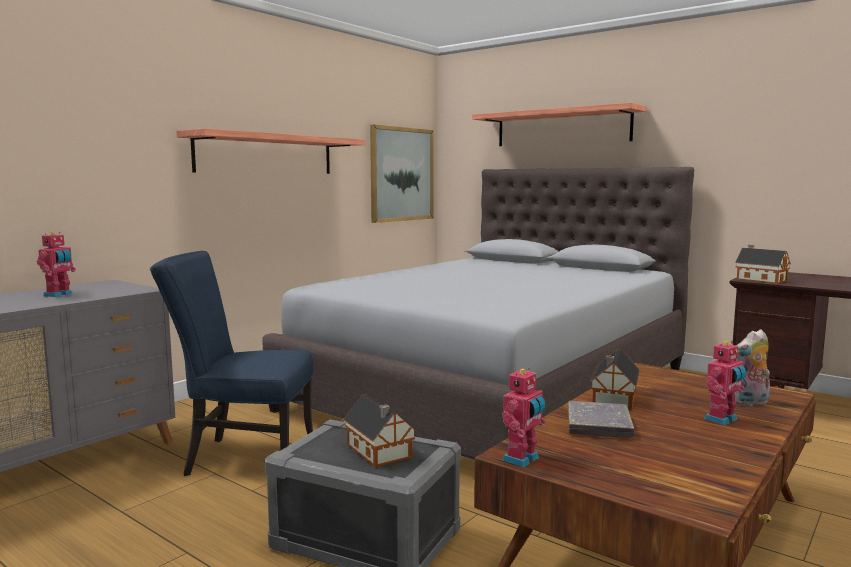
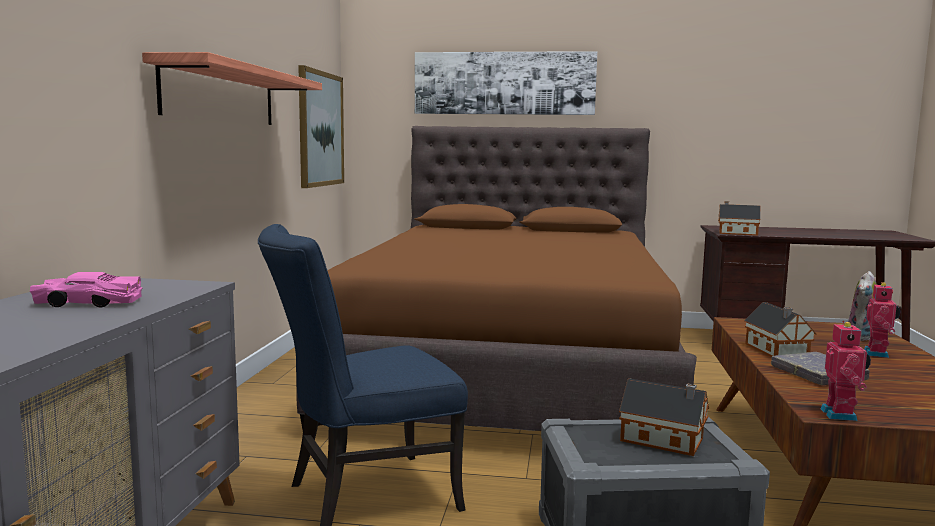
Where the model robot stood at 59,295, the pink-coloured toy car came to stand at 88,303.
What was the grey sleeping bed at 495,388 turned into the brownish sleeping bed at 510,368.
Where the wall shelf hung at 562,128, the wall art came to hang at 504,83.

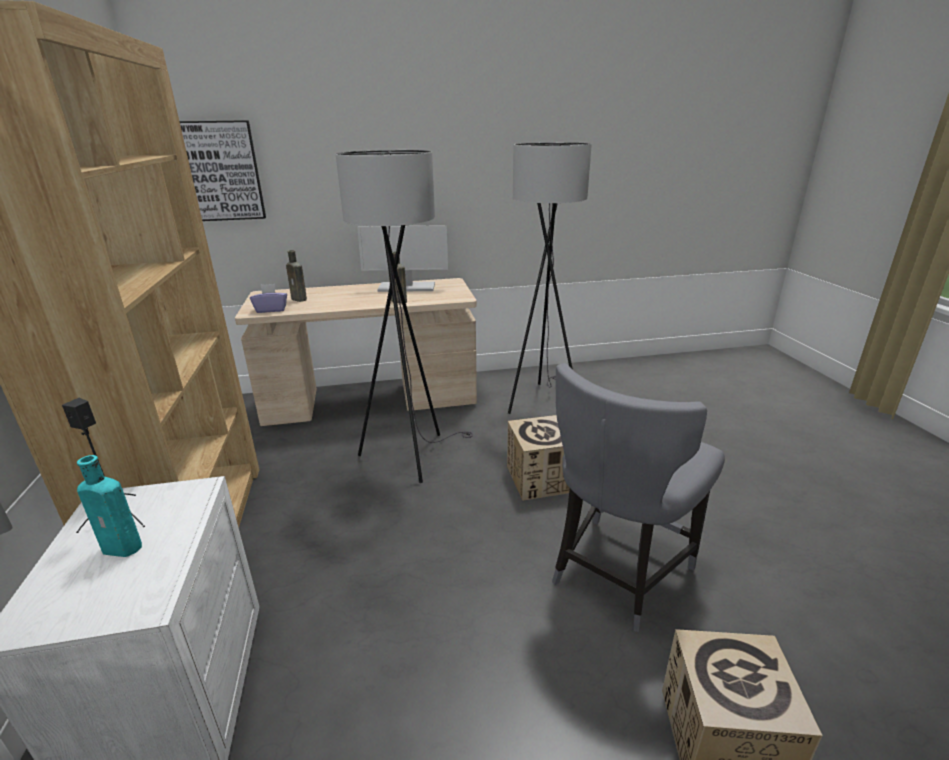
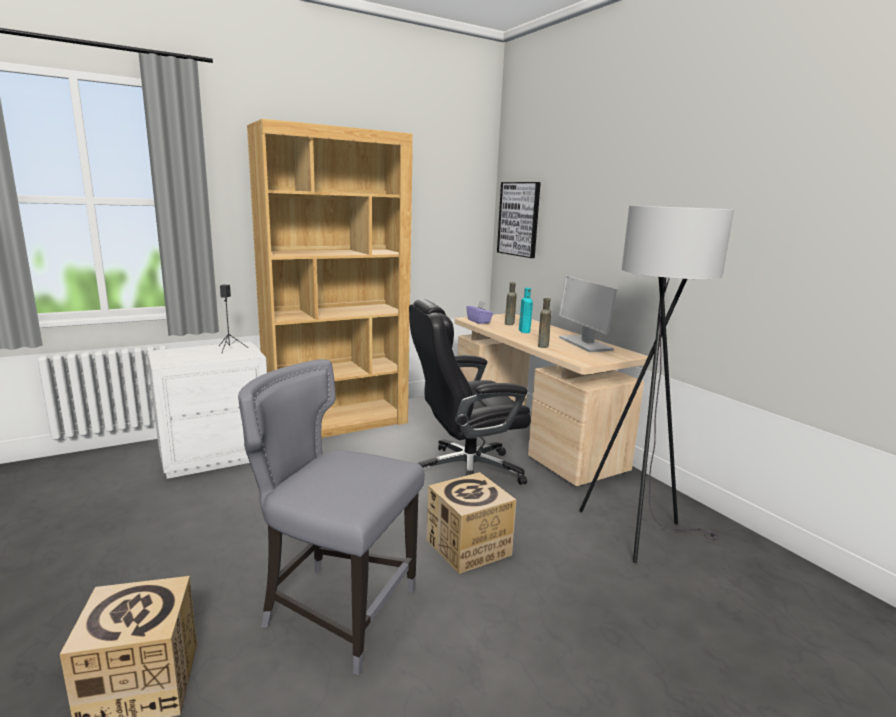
The turquoise-coloured drink bottle ended up elsewhere, having gone from 125,548 to 524,331.
Where the grey standard lamp stood at 411,453, the blackish desk chair came to stand at 465,472.

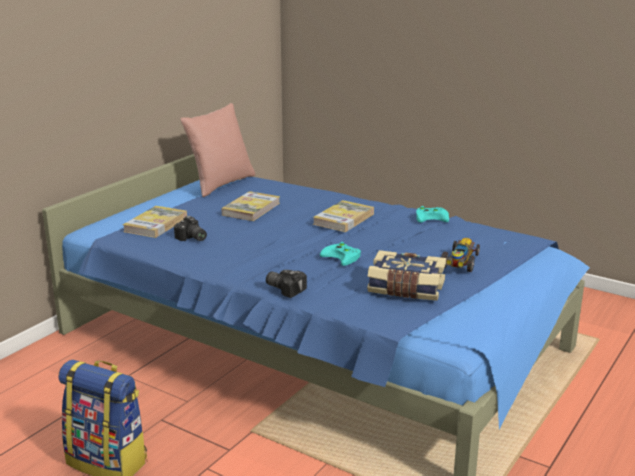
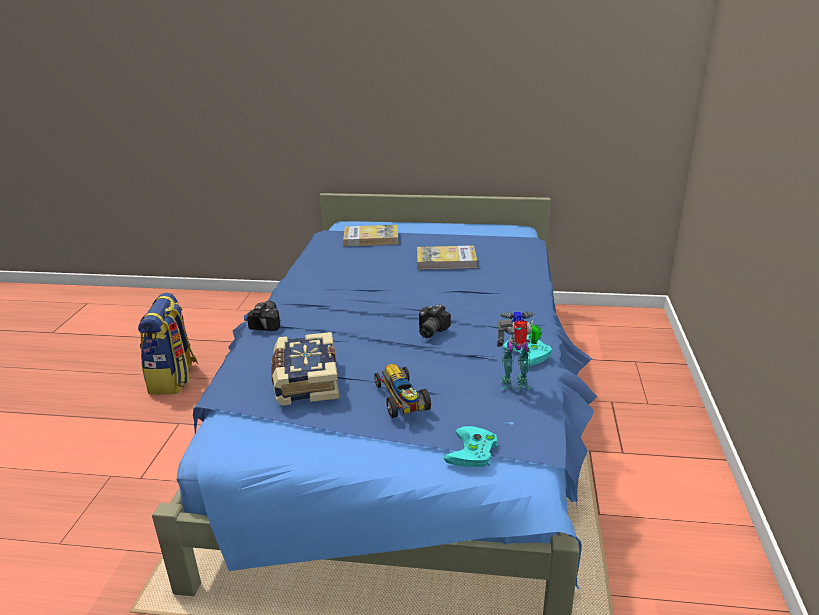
The photo camera ended up elsewhere, having gone from 191,238 to 429,331.
The second view lost the pink-coloured cushion at 221,184.
The second view lost the book at 343,219.
The turquoise-coloured joypad ended up elsewhere, having gone from 343,257 to 473,452.
The toy car at 460,263 ended up facing another way, 105 degrees counterclockwise from before.
The second view gained the model robot at 516,385.

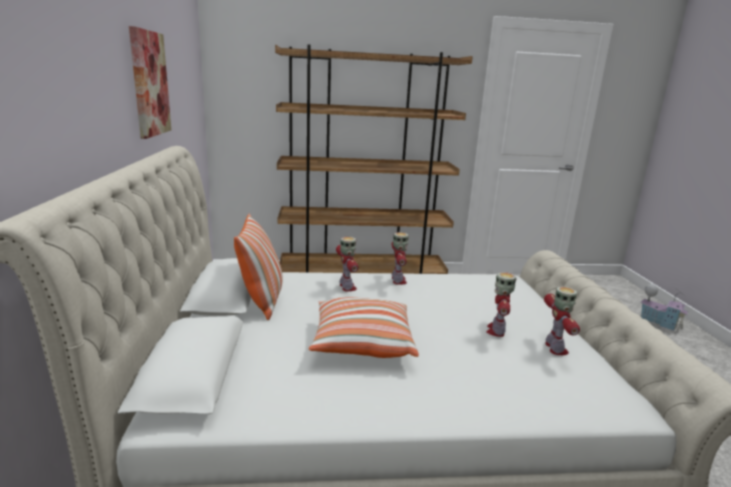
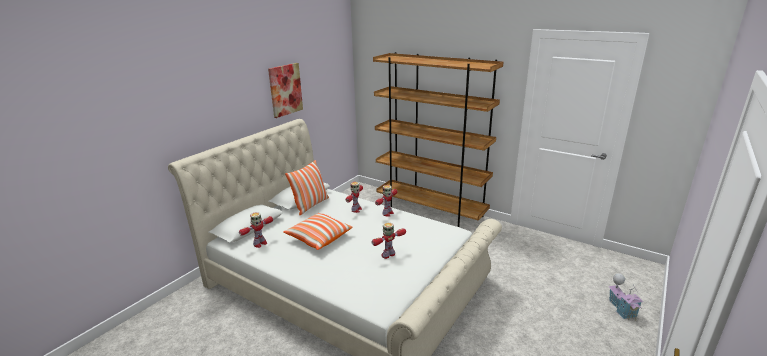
The model robot ended up elsewhere, having gone from 555,348 to 260,244.

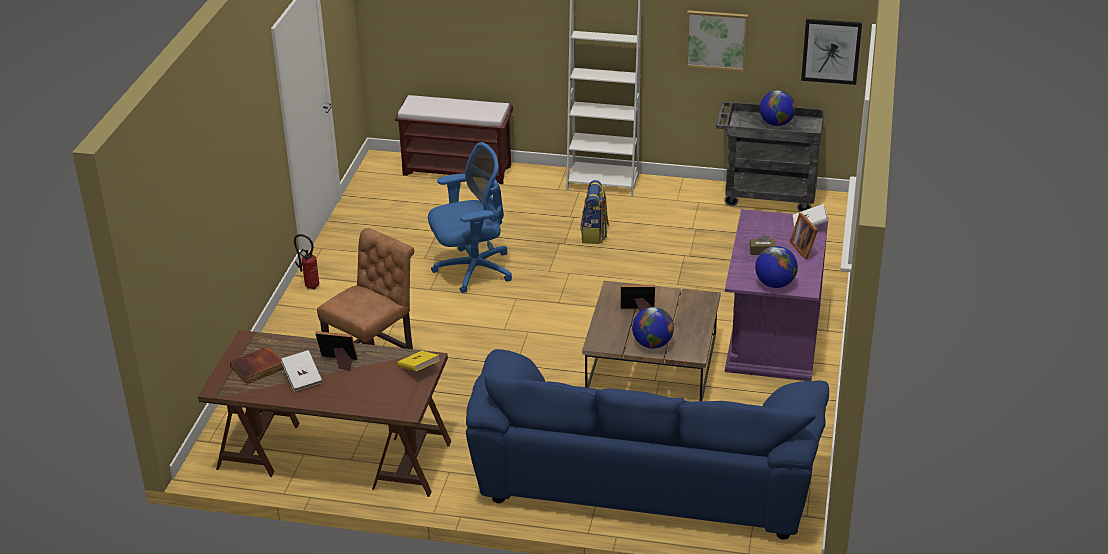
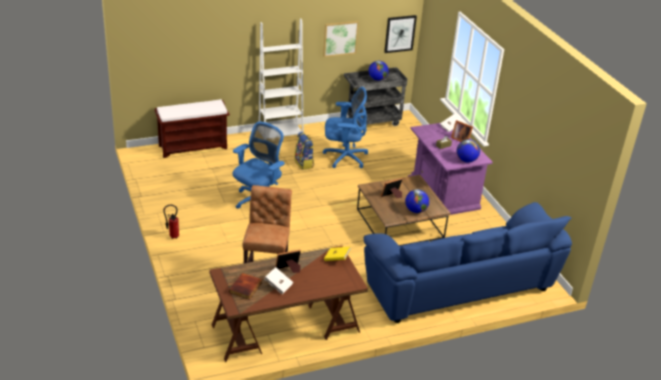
The second view gained the bluish desk chair at 343,158.

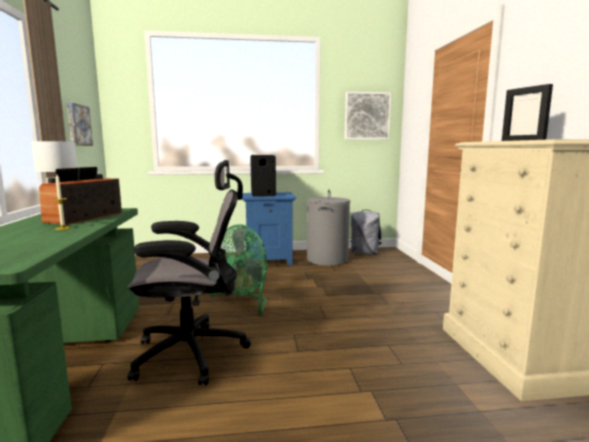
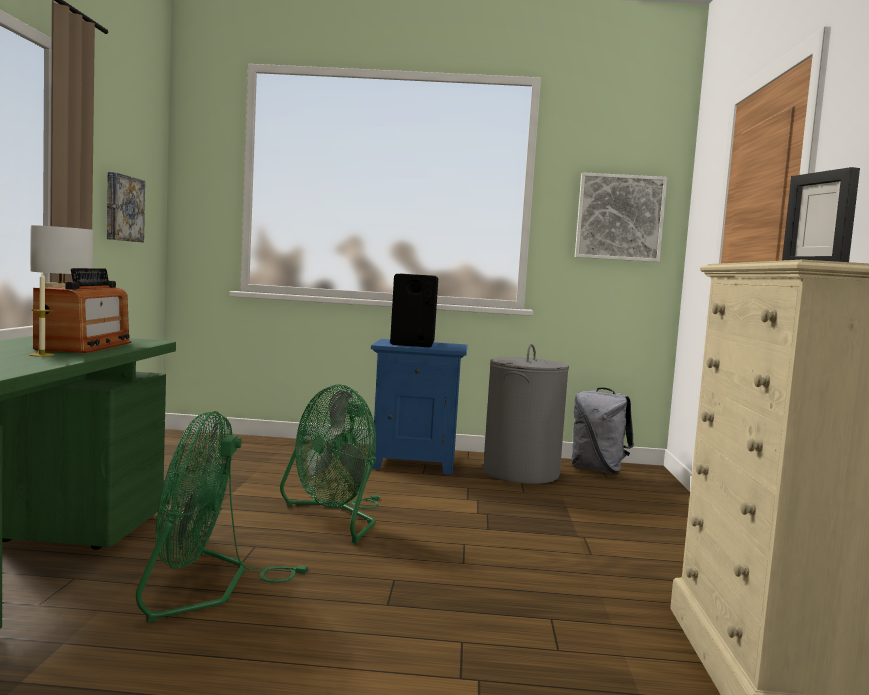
The radio at 84,217 ended up facing another way, 150 degrees clockwise from before.
Where the desk chair stood at 191,353, the green-coloured cooling fan came to stand at 213,582.

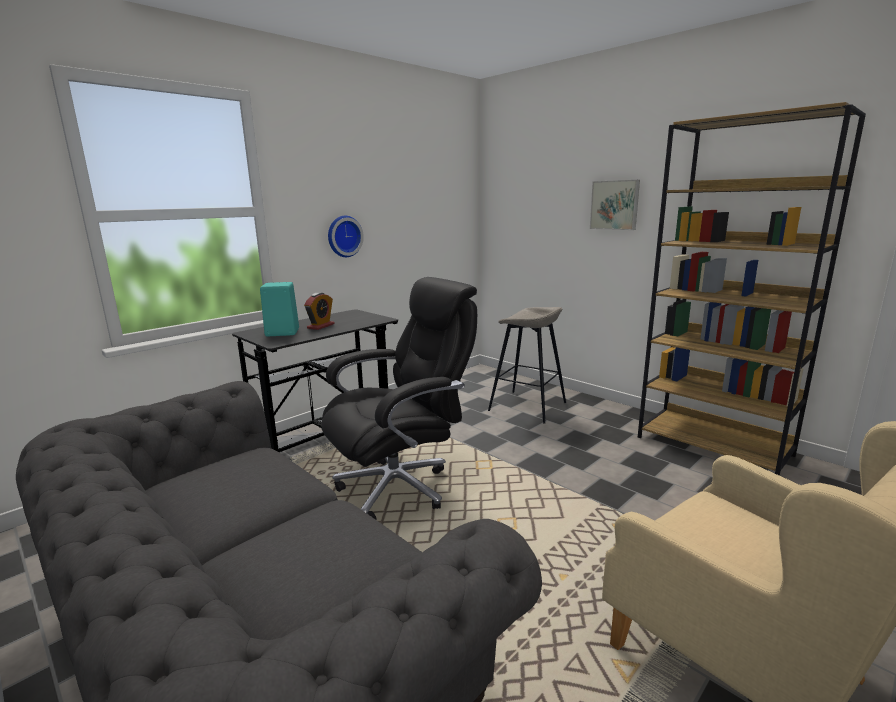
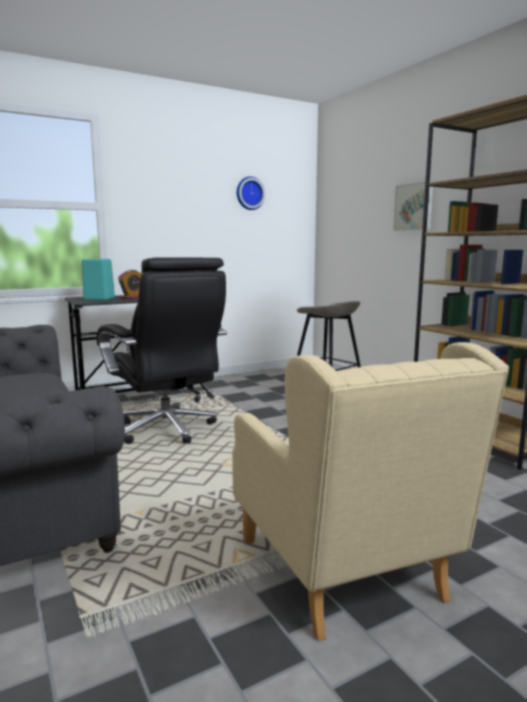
The blackish desk chair at 401,486 ended up facing another way, 75 degrees clockwise from before.
The hanging clock ended up elsewhere, having gone from 343,236 to 249,193.

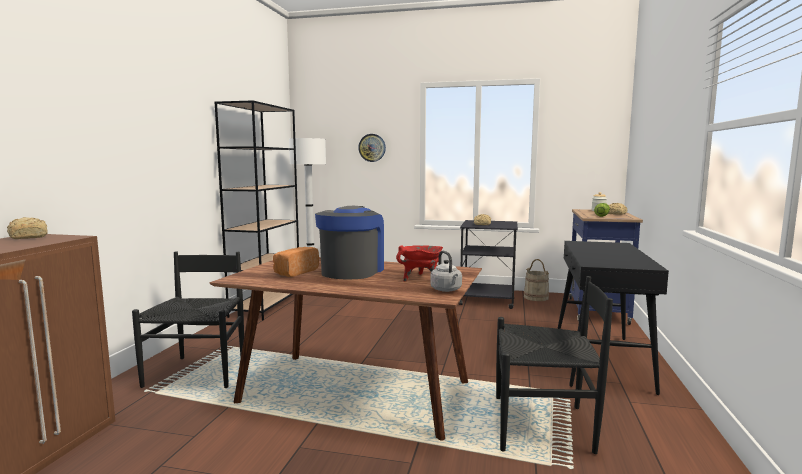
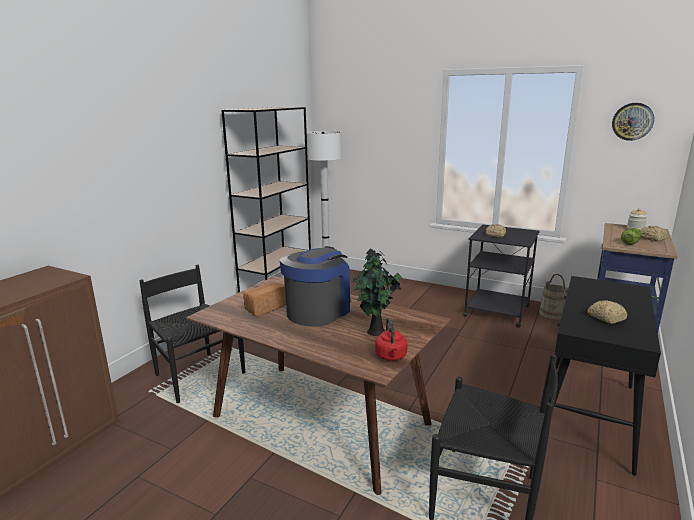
The baked bread ended up elsewhere, having gone from 29,237 to 606,317.
The blackish upright chair at 199,372 ended up facing another way, 60 degrees counterclockwise from before.
The hanging clock ended up elsewhere, having gone from 372,147 to 632,121.
Where the red-coloured saucepot stood at 420,278, the potted plant came to stand at 376,332.
What was the grey kettle at 446,290 turned into the red-coloured kettle at 391,357.

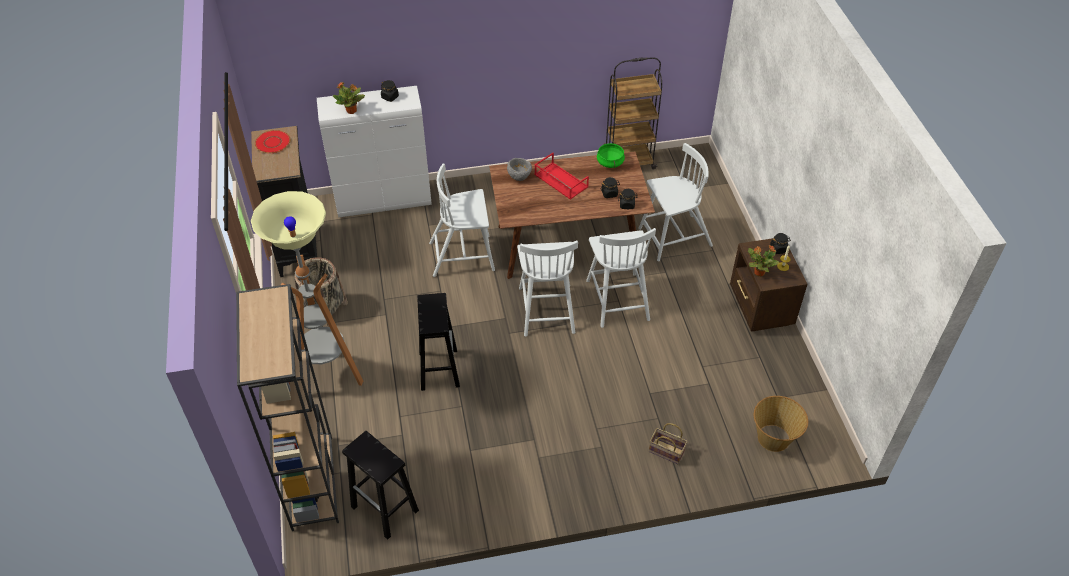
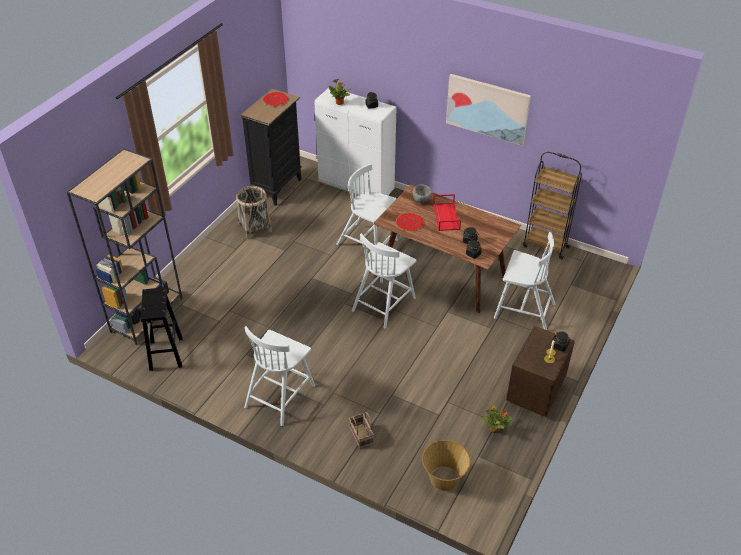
The second view lost the standard lamp at 329,376.
The second view lost the blackish stool seat at 439,368.
The white upright chair ended up elsewhere, having gone from 617,299 to 280,395.
The second view lost the green-coloured saucepot at 610,162.
The potted plant ended up elsewhere, having gone from 759,272 to 494,429.
The second view gained the red-coloured dinner plate at 409,222.
The second view gained the wall art at 487,108.

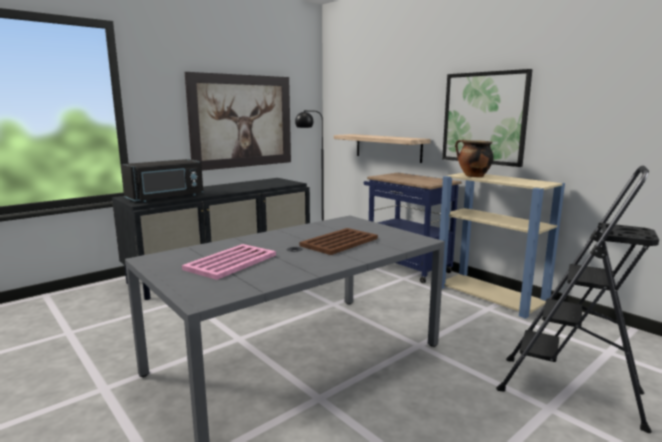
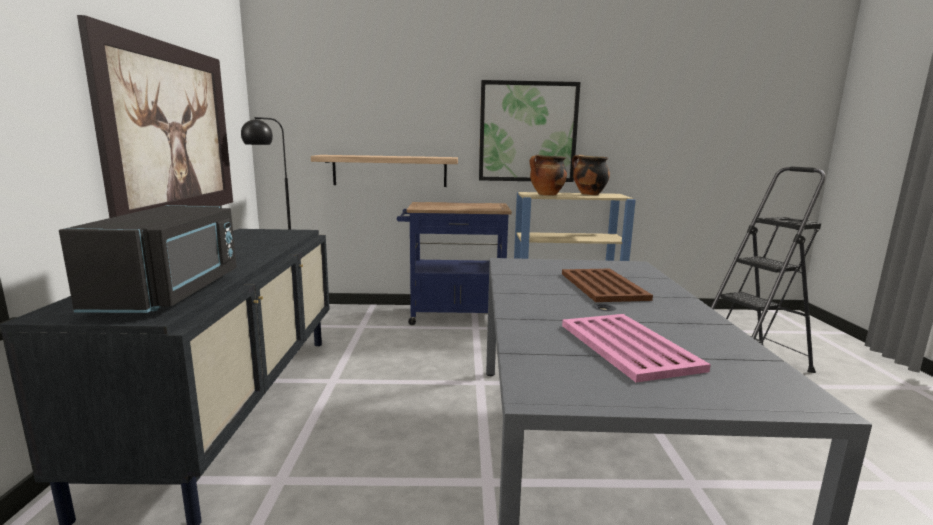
The second view gained the saucepot at 588,194.

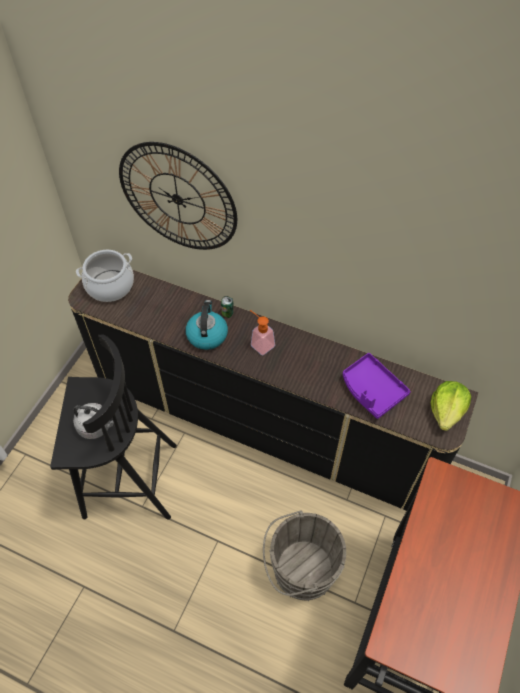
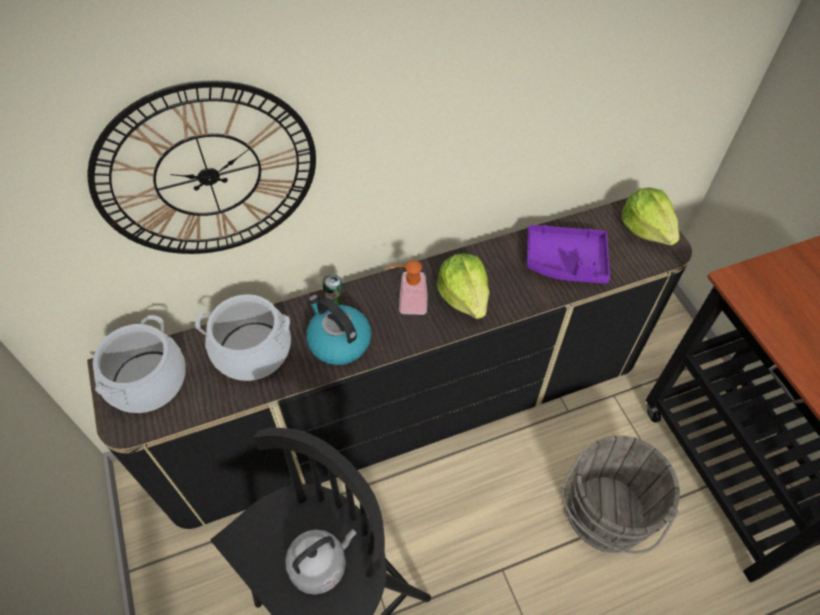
The second view gained the saucepot at 252,350.
The second view gained the head of lettuce at 464,296.

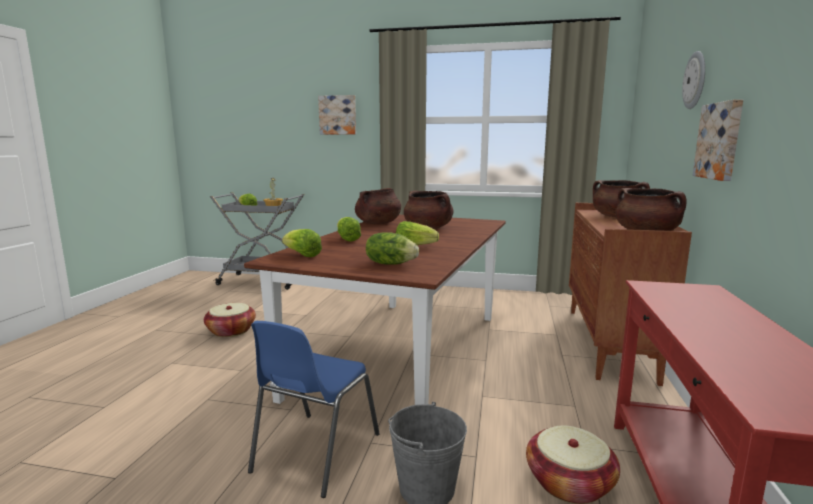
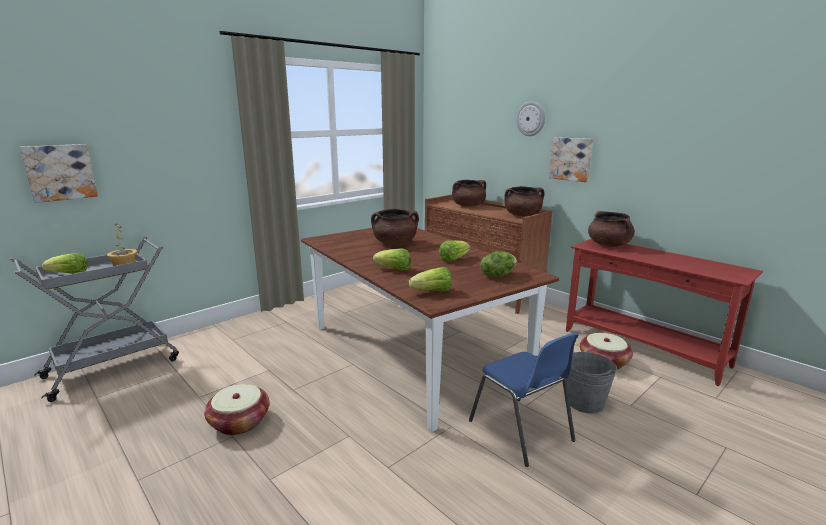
The wall art ended up elsewhere, having gone from 338,115 to 60,172.
The brownish saucepot ended up elsewhere, having gone from 378,223 to 609,245.

